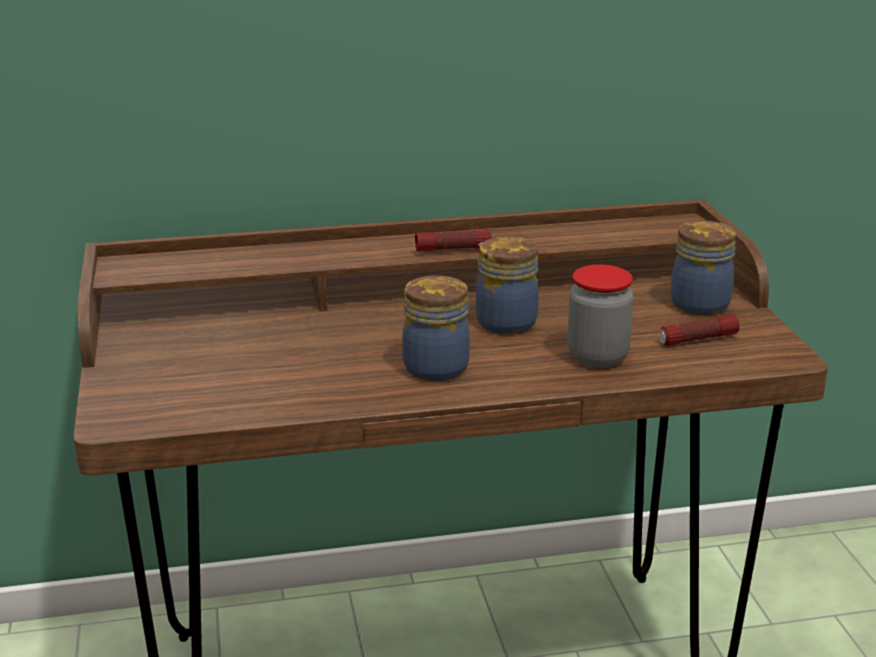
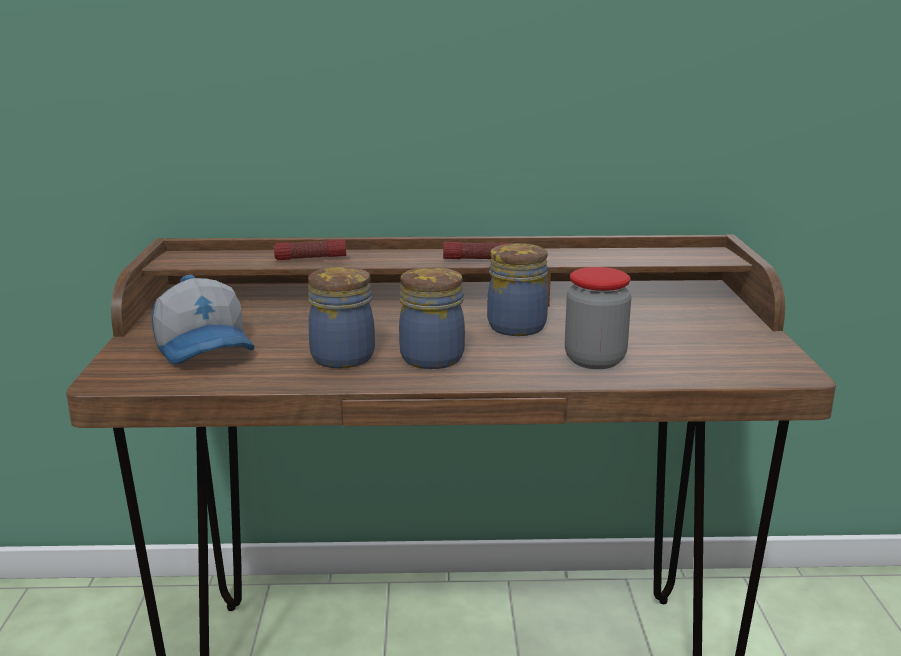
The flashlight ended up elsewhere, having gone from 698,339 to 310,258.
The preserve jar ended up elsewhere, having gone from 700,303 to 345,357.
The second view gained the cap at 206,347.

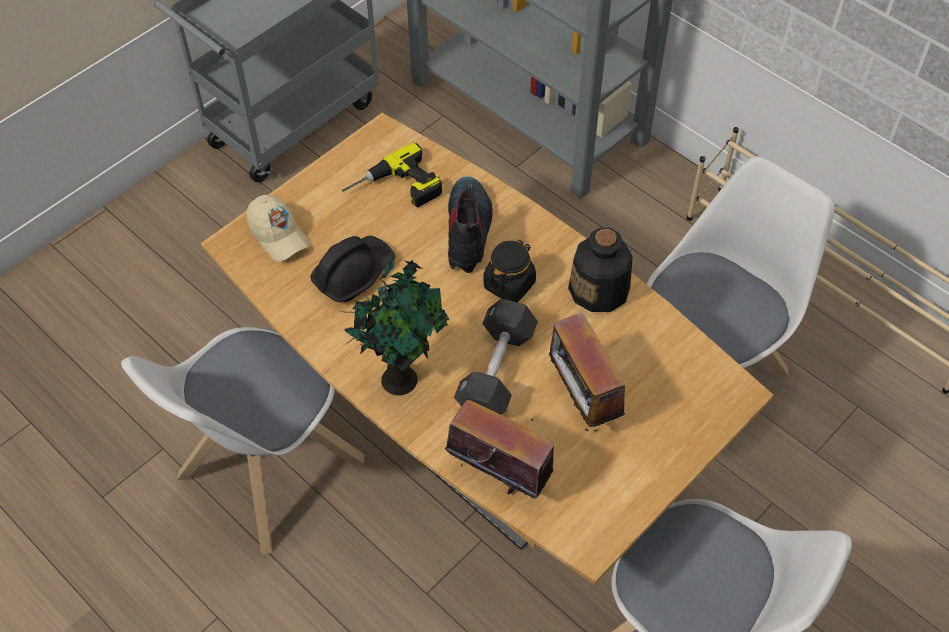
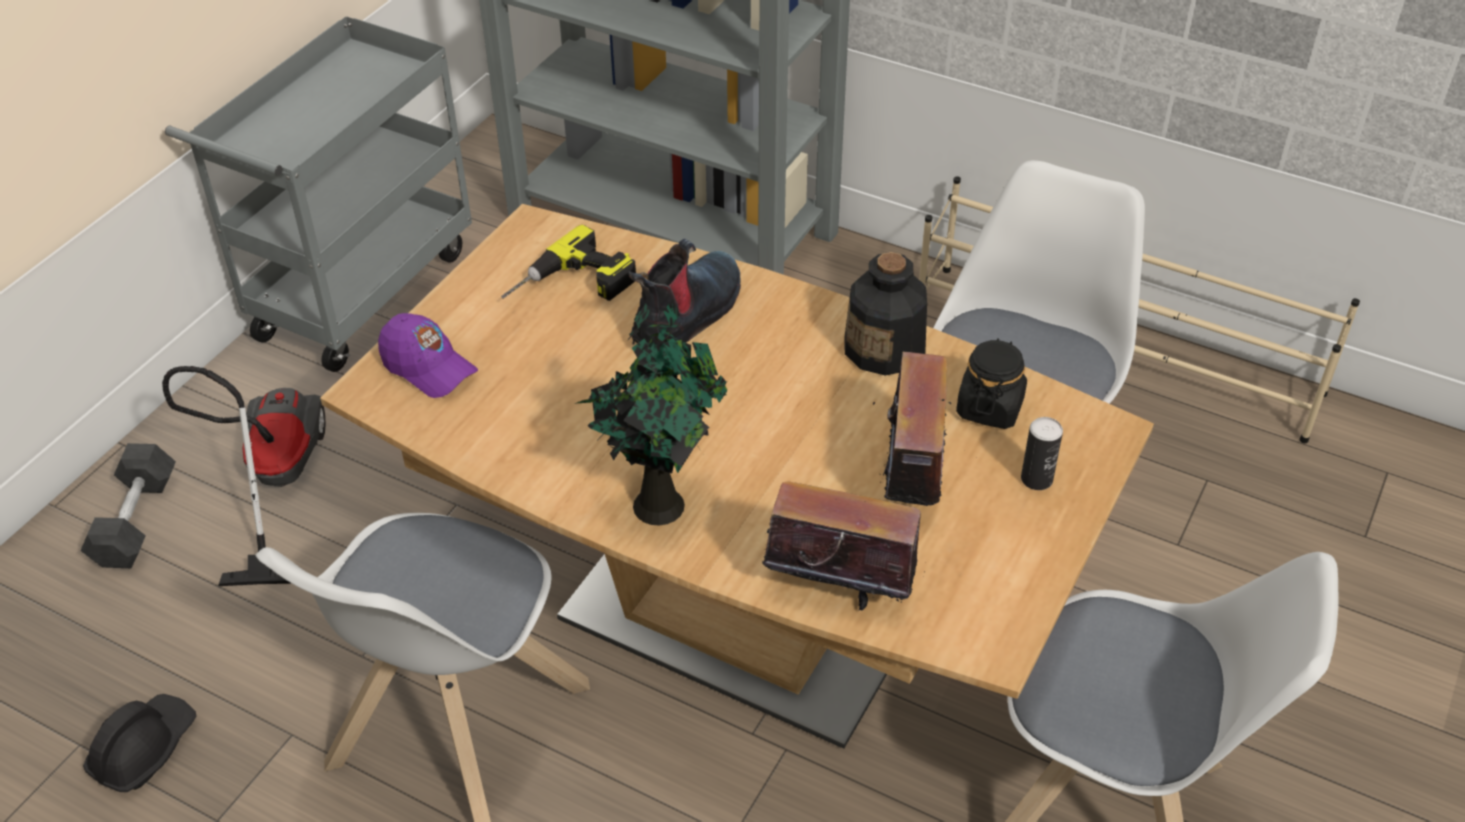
What was the sand-coloured cap at 278,235 turned into the purplish cap at 428,367.
The blackish work helmet ended up elsewhere, having gone from 353,274 to 144,749.
The tall boot at 468,231 ended up facing another way, 45 degrees clockwise from before.
The blackish free weight ended up elsewhere, having gone from 496,371 to 136,521.
The blackish preserve jar ended up elsewhere, having gone from 509,284 to 989,407.
The radio at 582,400 ended up facing another way, 135 degrees counterclockwise from before.
The second view gained the vacuum at 273,482.
The second view gained the can at 1036,479.

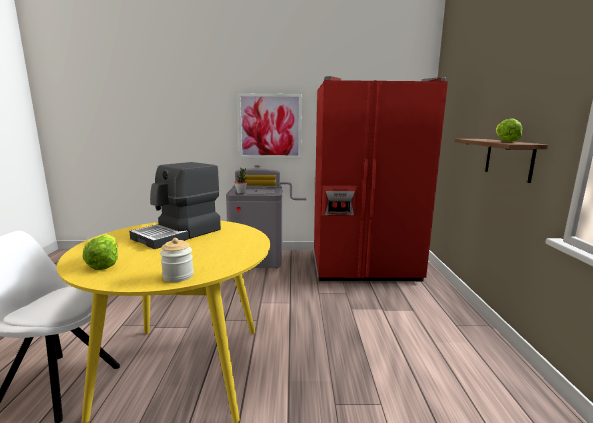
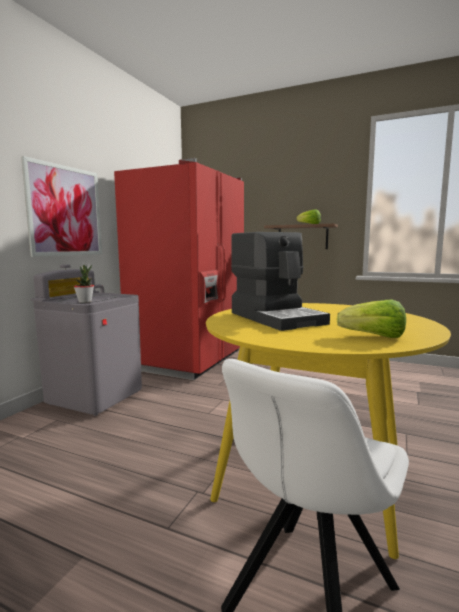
The second view lost the preserve jar at 178,276.

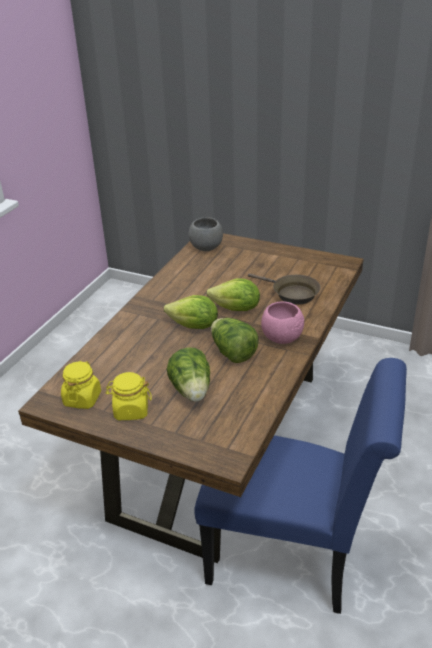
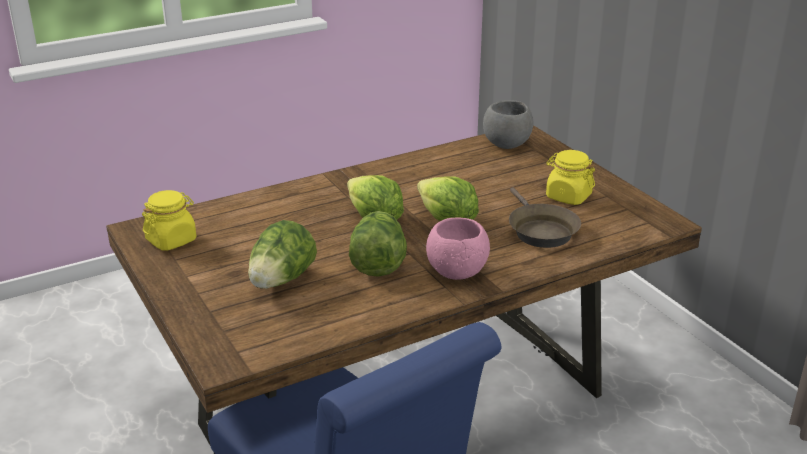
The yellowish preserve jar ended up elsewhere, having gone from 131,410 to 568,196.

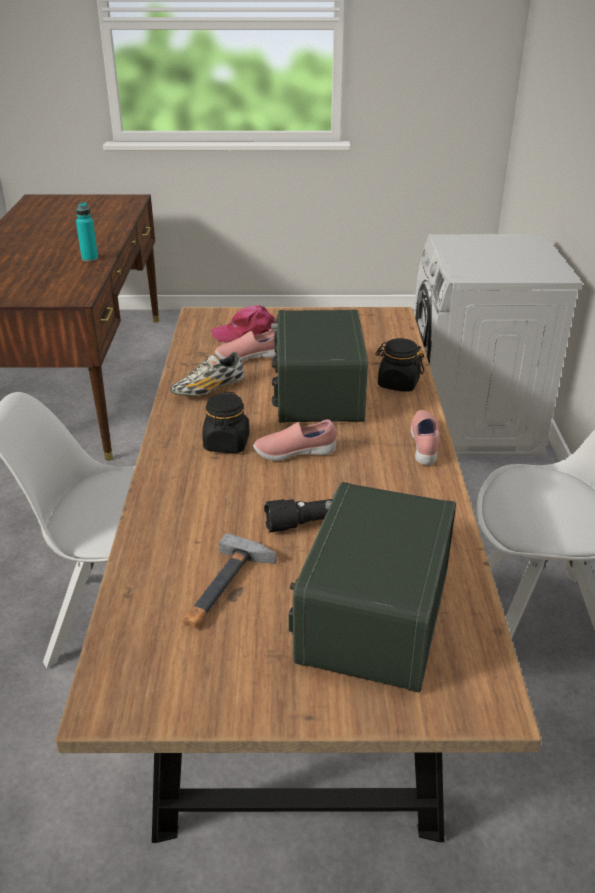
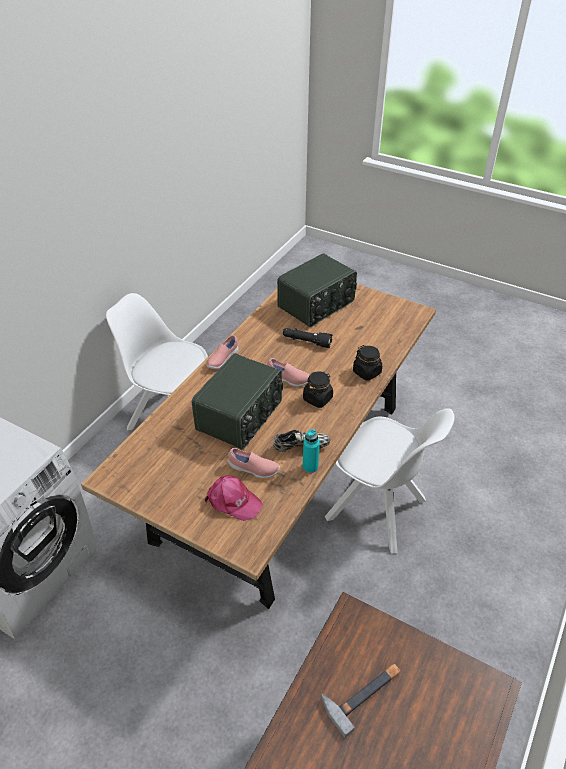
The turquoise-coloured drink bottle ended up elsewhere, having gone from 90,259 to 310,467.
The tool hammer ended up elsewhere, having gone from 224,588 to 363,693.
The blackish preserve jar ended up elsewhere, having gone from 398,384 to 367,372.

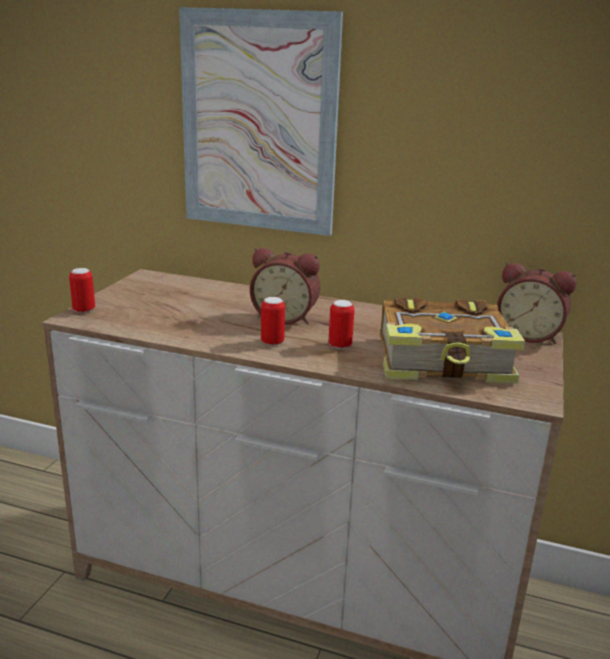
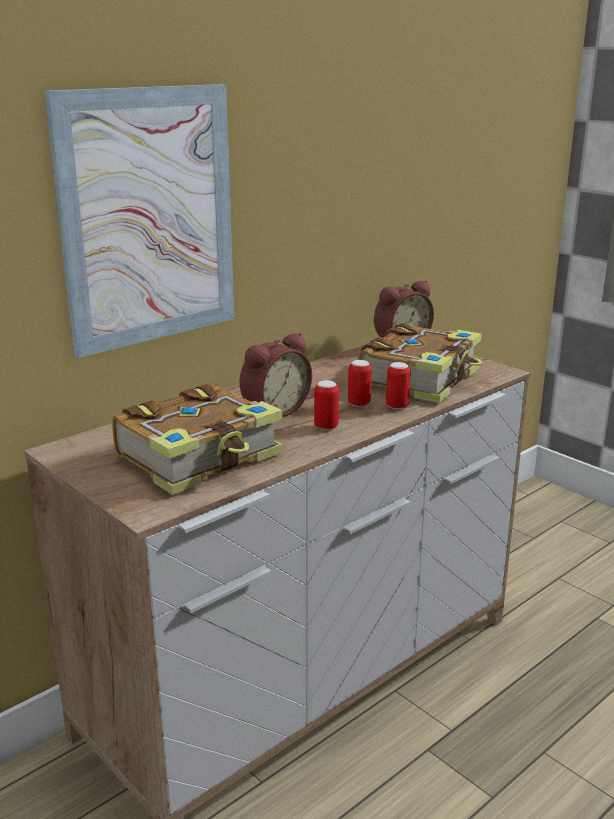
The can ended up elsewhere, having gone from 84,310 to 397,406.
The second view gained the book at 201,457.

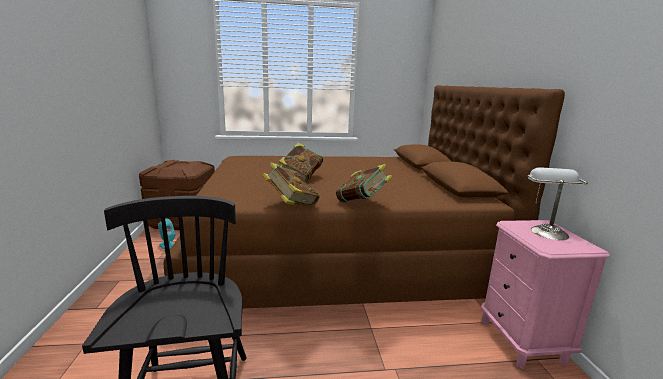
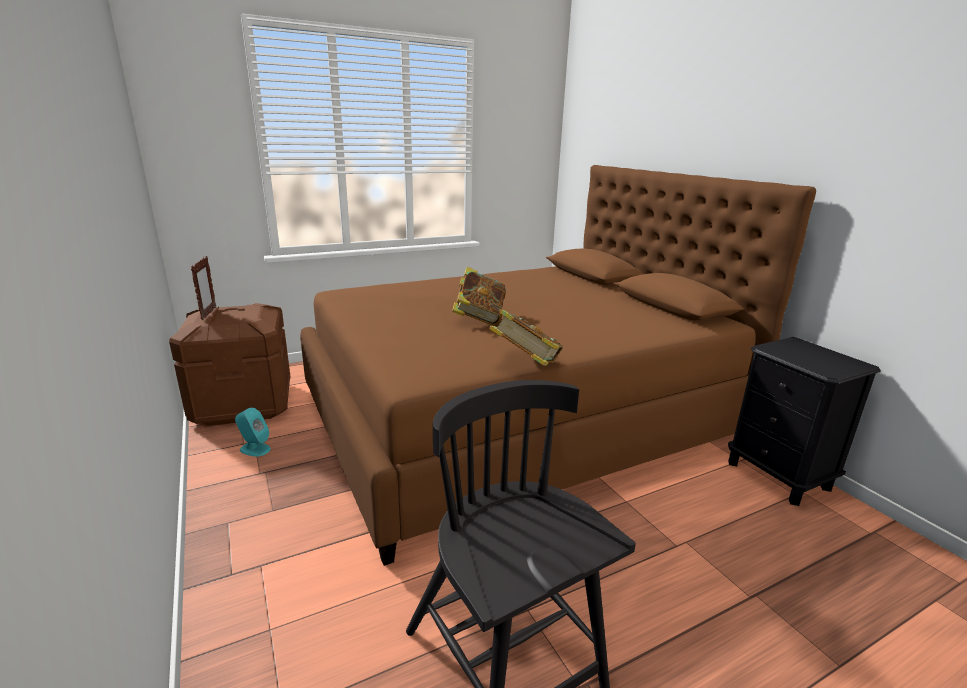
The second view lost the book at 362,203.
What was the pink-coloured bedside table at 522,341 turned into the blackish bedside table at 778,475.
The second view lost the white table lamp at 545,230.
The second view gained the picture frame at 208,314.

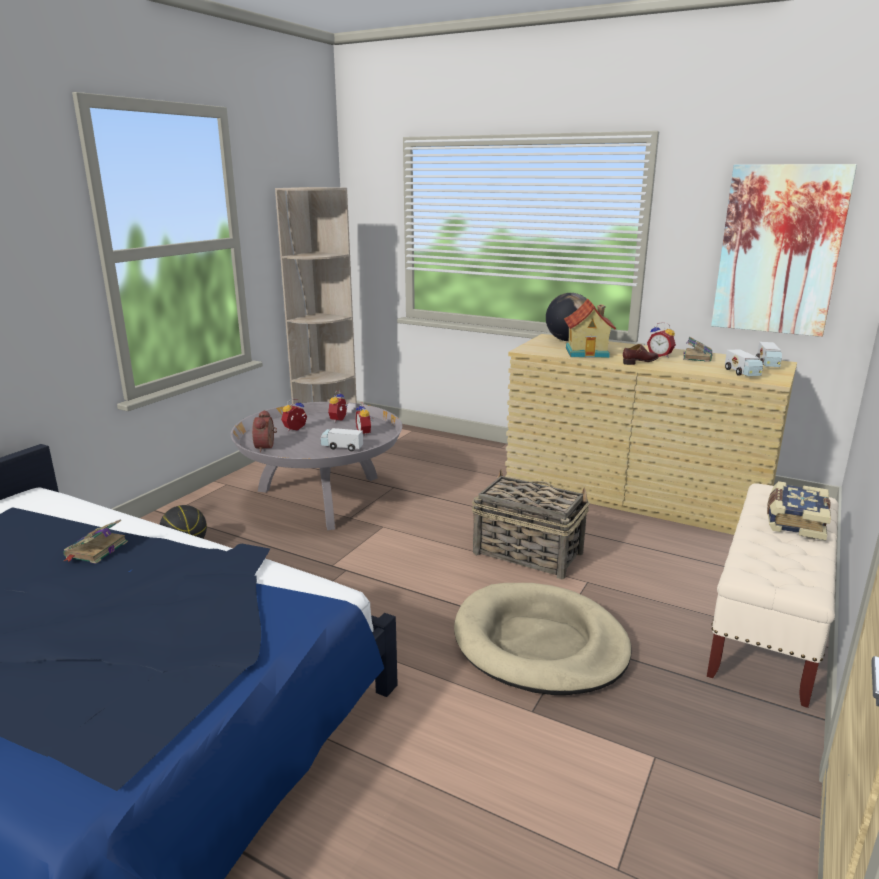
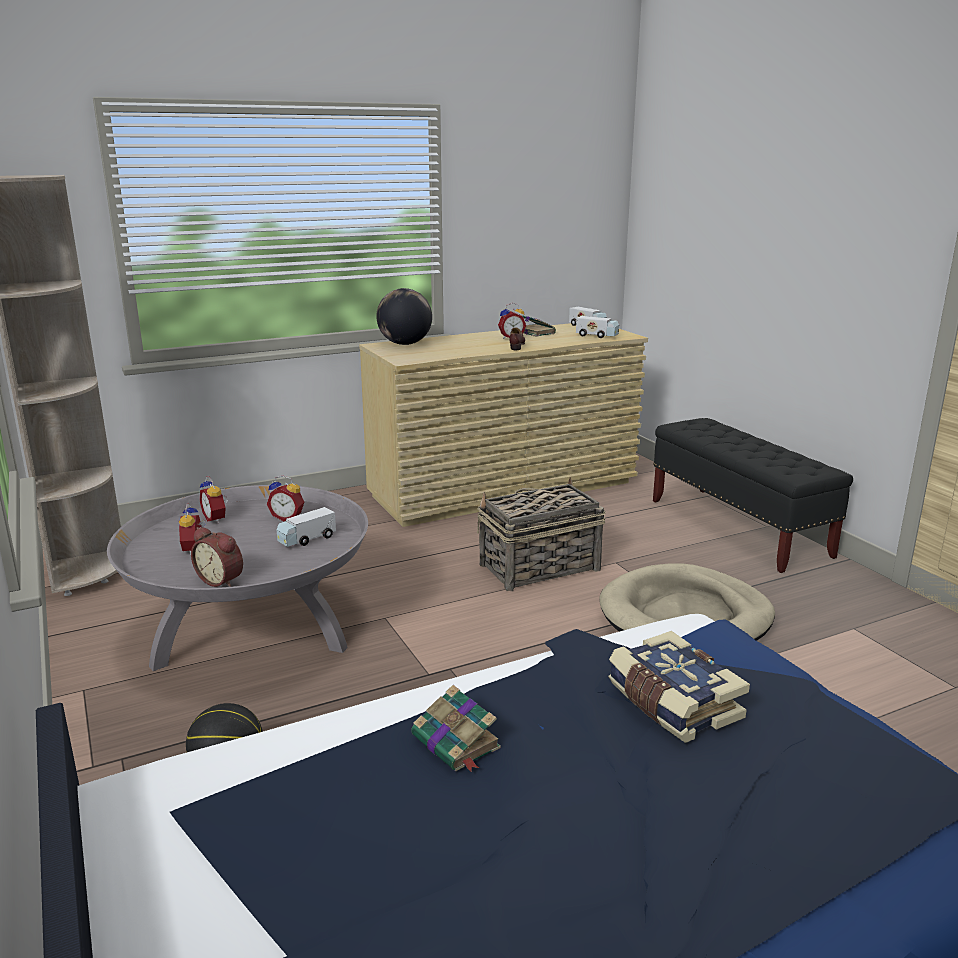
The second view lost the model house at 588,352.
What was the sand-coloured indoor bench at 767,625 turned into the blackish indoor bench at 738,528.
The second view lost the wall art at 779,250.
The book ended up elsewhere, having gone from 794,521 to 671,704.

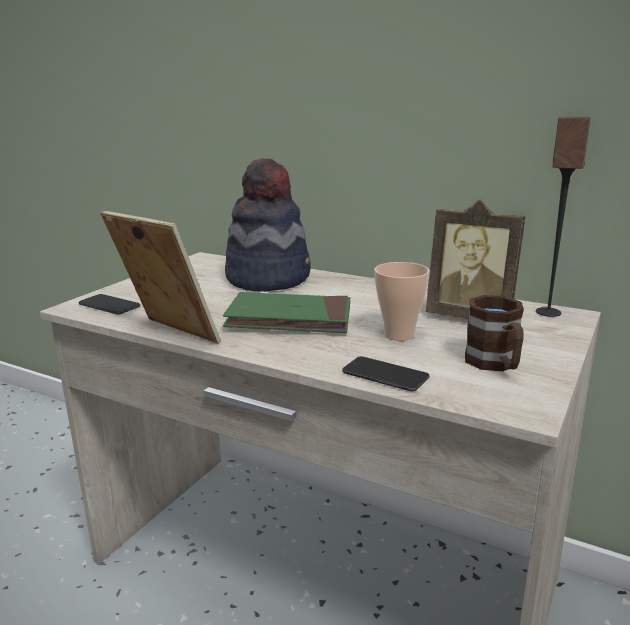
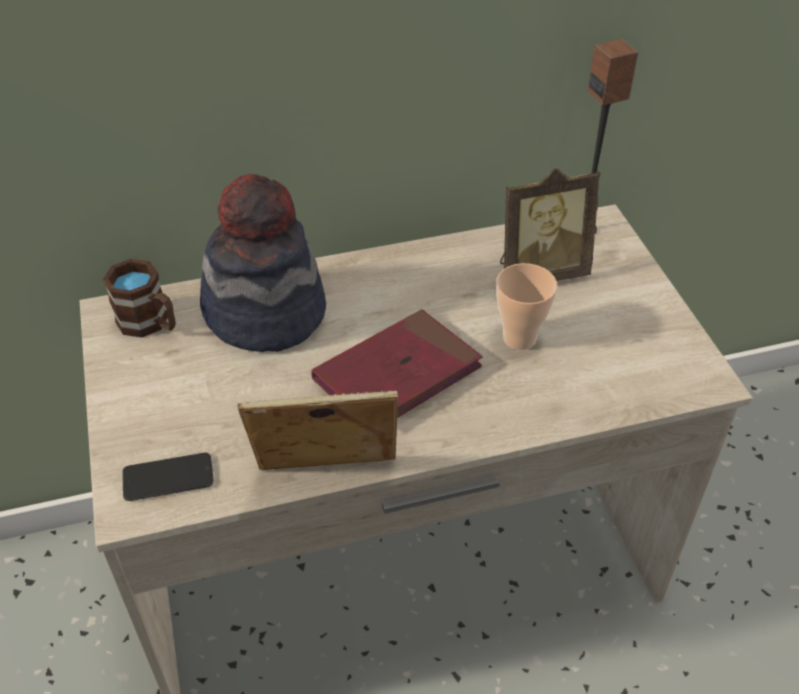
What was the green-coloured book at 289,319 turned into the red-coloured book at 397,375.
The second view lost the phone at 385,375.
The brownish tea mug ended up elsewhere, having gone from 496,364 to 150,324.

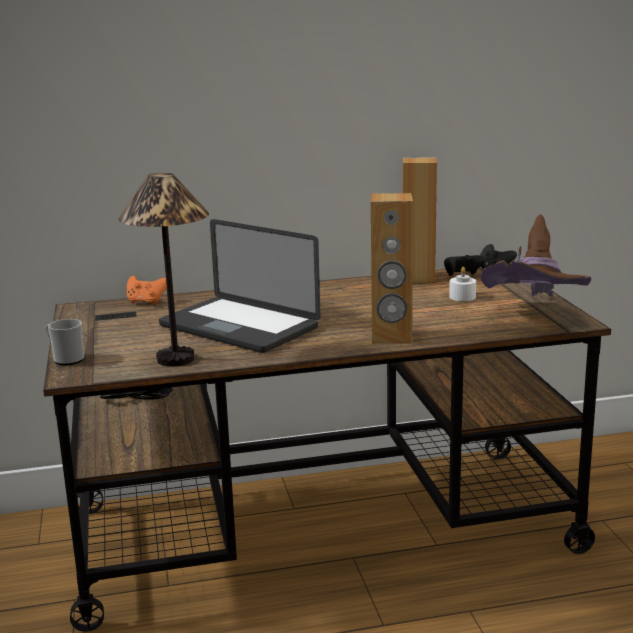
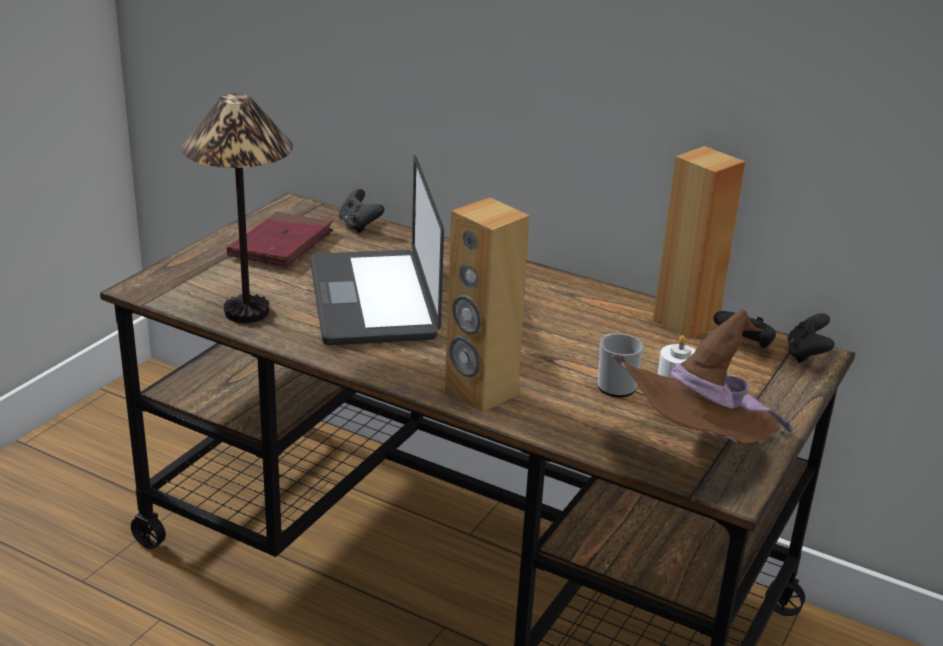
The tea mug ended up elsewhere, having gone from 66,359 to 614,384.
What was the orange joypad at 146,302 turned into the blackish joypad at 359,226.
The second view gained the red-coloured book at 281,244.

